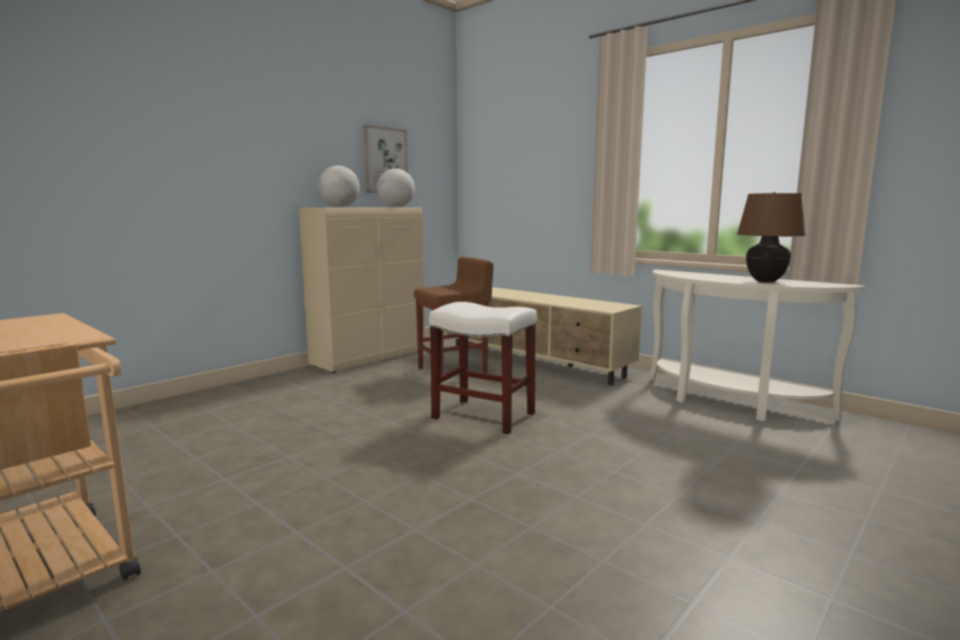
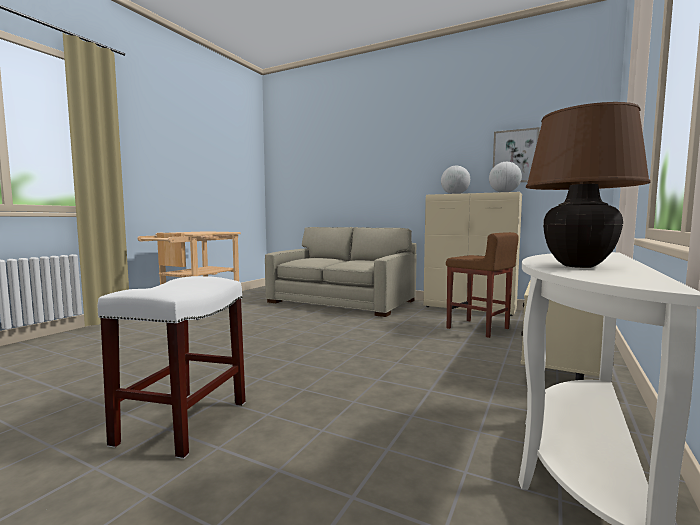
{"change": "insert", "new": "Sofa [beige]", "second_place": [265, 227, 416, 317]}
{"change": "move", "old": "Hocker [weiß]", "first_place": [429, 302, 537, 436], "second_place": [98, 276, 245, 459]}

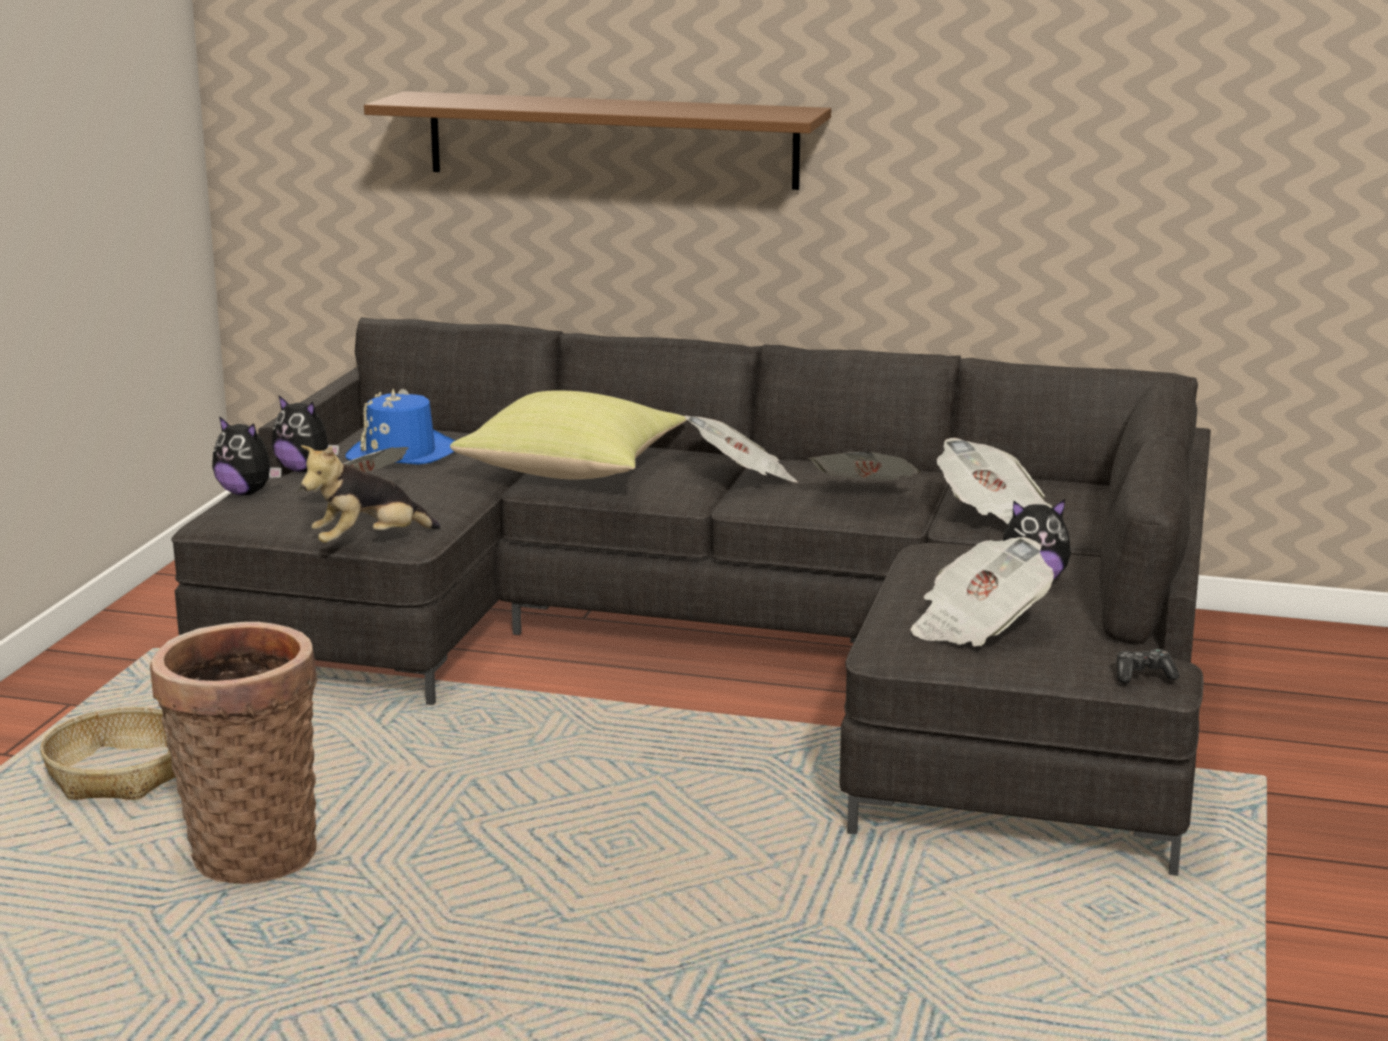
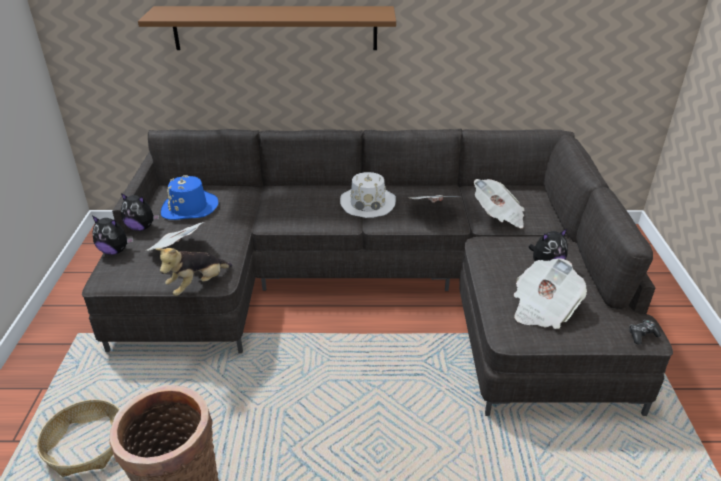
{"change": "delete", "old": "Kissen [gelb]", "first_place": [450, 391, 687, 479]}
{"change": "replace", "old": "Zeitung", "new": "Hut [weiß]", "first_place": [684, 416, 798, 482], "second_place": [340, 172, 396, 218]}

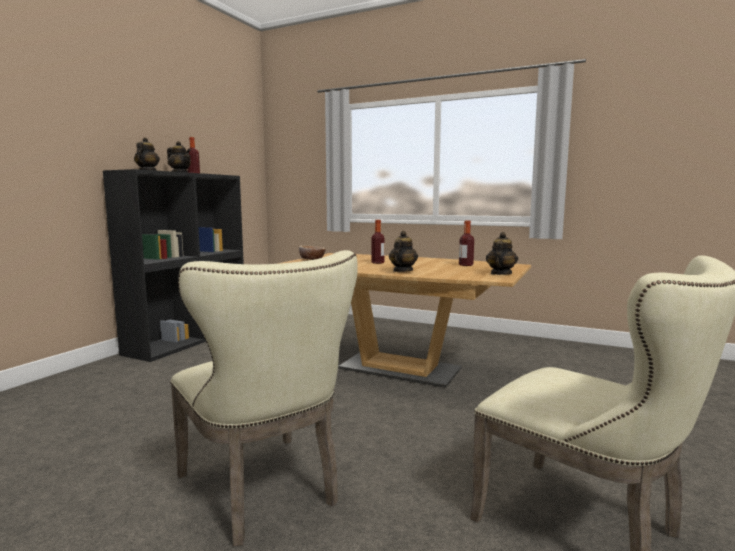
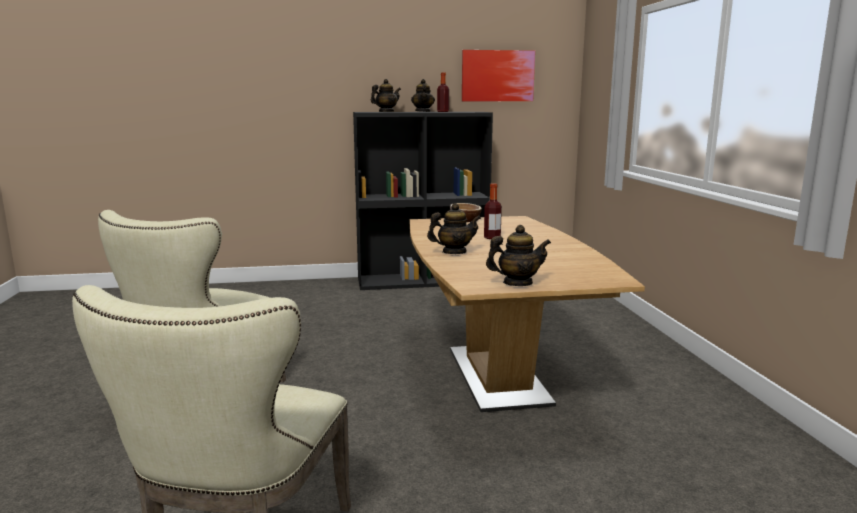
{"change": "delete", "old": "Flasche", "first_place": [459, 220, 474, 266]}
{"change": "insert", "new": "Bild", "second_place": [462, 50, 535, 101]}

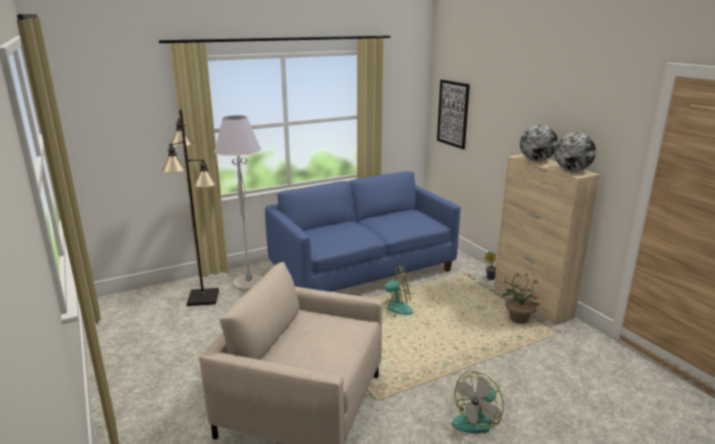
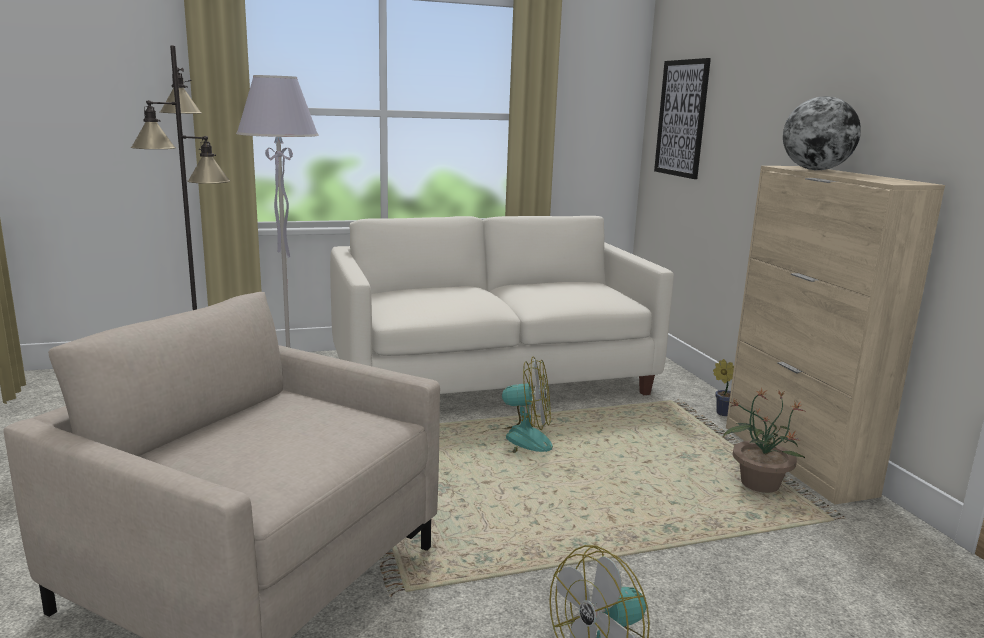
{"change": "delete", "old": "Globus", "first_place": [554, 133, 596, 172]}
{"change": "recolor", "old": "Sofa [blau]", "new": "Sofa [weiß]", "first_place": [265, 171, 460, 292], "second_place": [330, 216, 674, 395]}

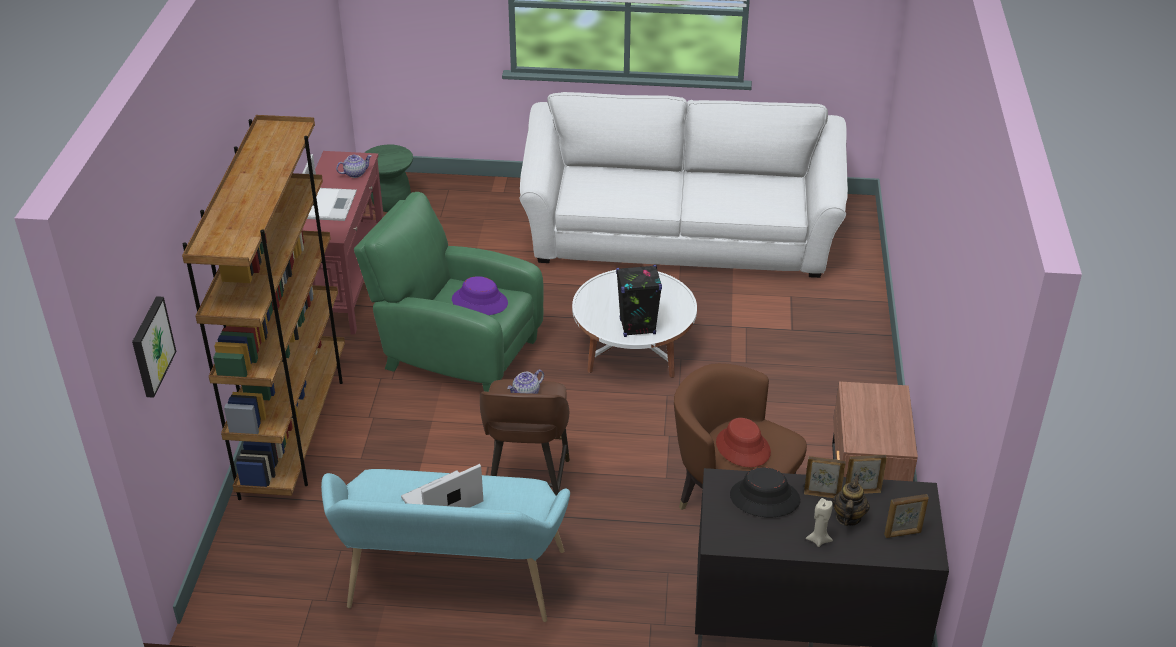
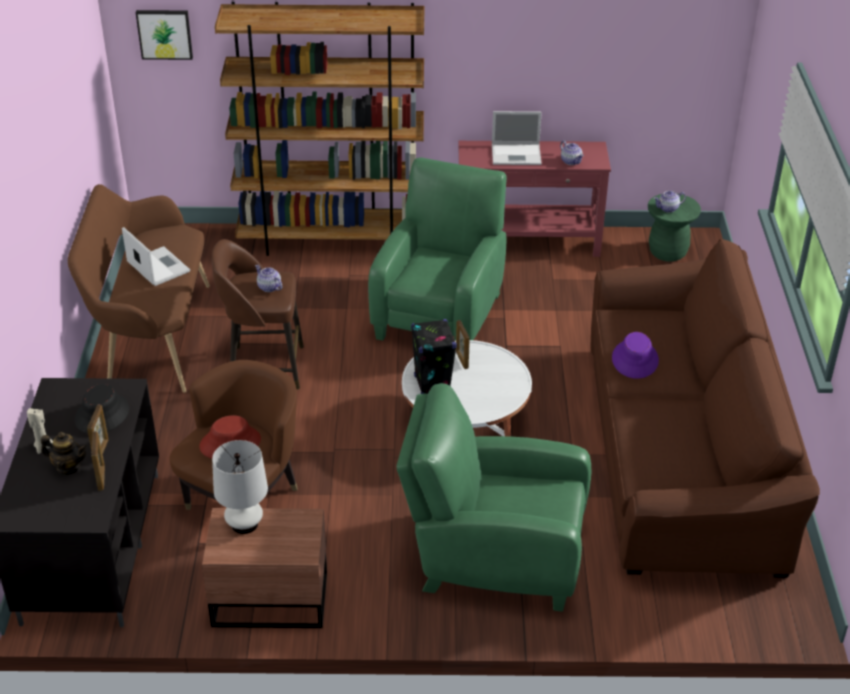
{"change": "insert", "new": "Tischlampe [weiß]", "second_place": [212, 440, 268, 534]}
{"change": "insert", "new": "Sessel [grün]", "second_place": [396, 383, 591, 612]}
{"change": "insert", "new": "Teekanne", "second_place": [654, 191, 686, 213]}
{"change": "move", "old": "Hut [lila]", "first_place": [452, 276, 508, 315], "second_place": [612, 332, 659, 379]}
{"change": "move", "old": "Bilderrahmen", "first_place": [884, 494, 929, 538], "second_place": [456, 320, 470, 369]}
{"change": "recolor", "old": "Bank [türkis]", "new": "Bank [braun]", "first_place": [321, 469, 570, 622], "second_place": [68, 184, 210, 393]}
{"change": "recolor", "old": "Sofa [weiß]", "new": "Sofa [braun]", "first_place": [520, 92, 848, 278], "second_place": [591, 239, 820, 578]}

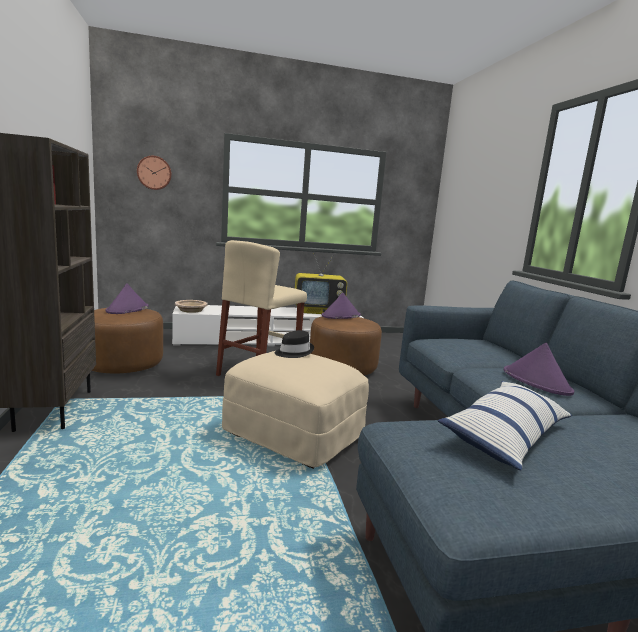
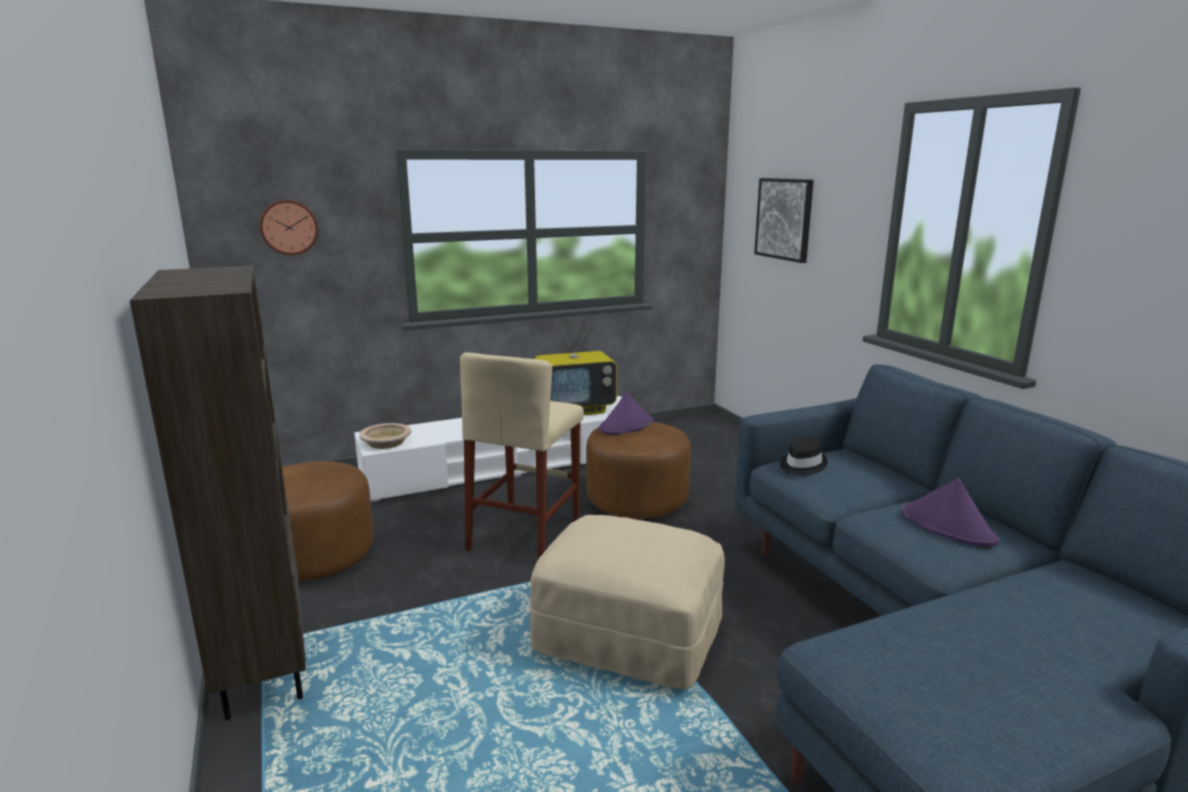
{"change": "delete", "old": "Hut [lila]", "first_place": [106, 283, 148, 314]}
{"change": "delete", "old": "Kissen", "first_place": [438, 381, 572, 470]}
{"change": "insert", "new": "Bild", "second_place": [754, 178, 814, 263]}
{"change": "move", "old": "Hut [schwarz]", "first_place": [275, 330, 314, 358], "second_place": [780, 436, 828, 475]}

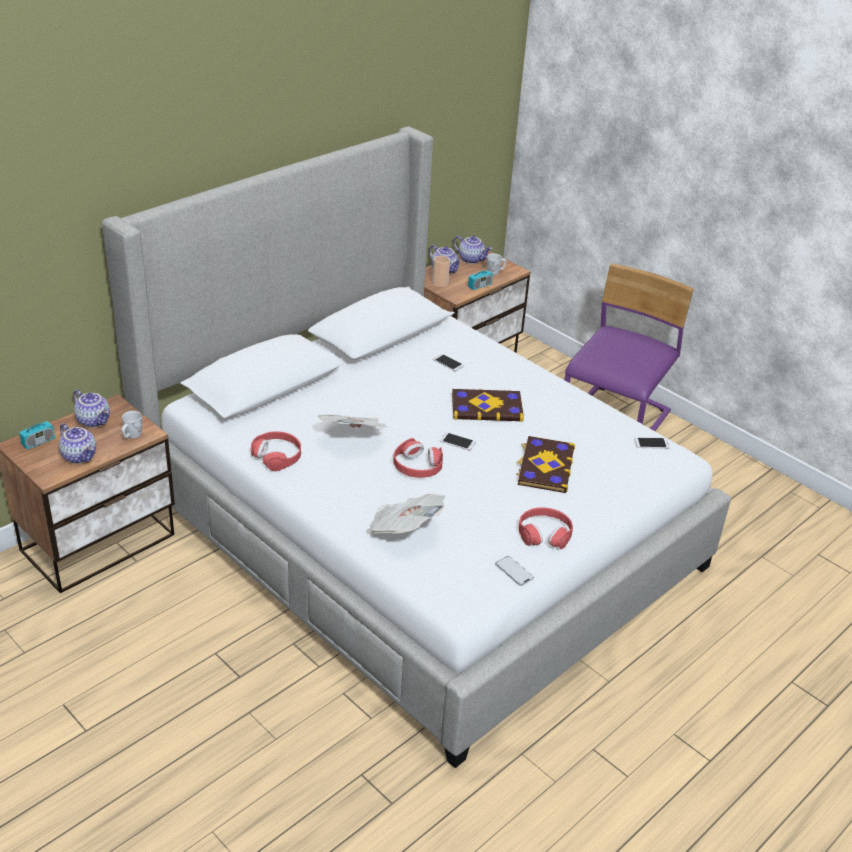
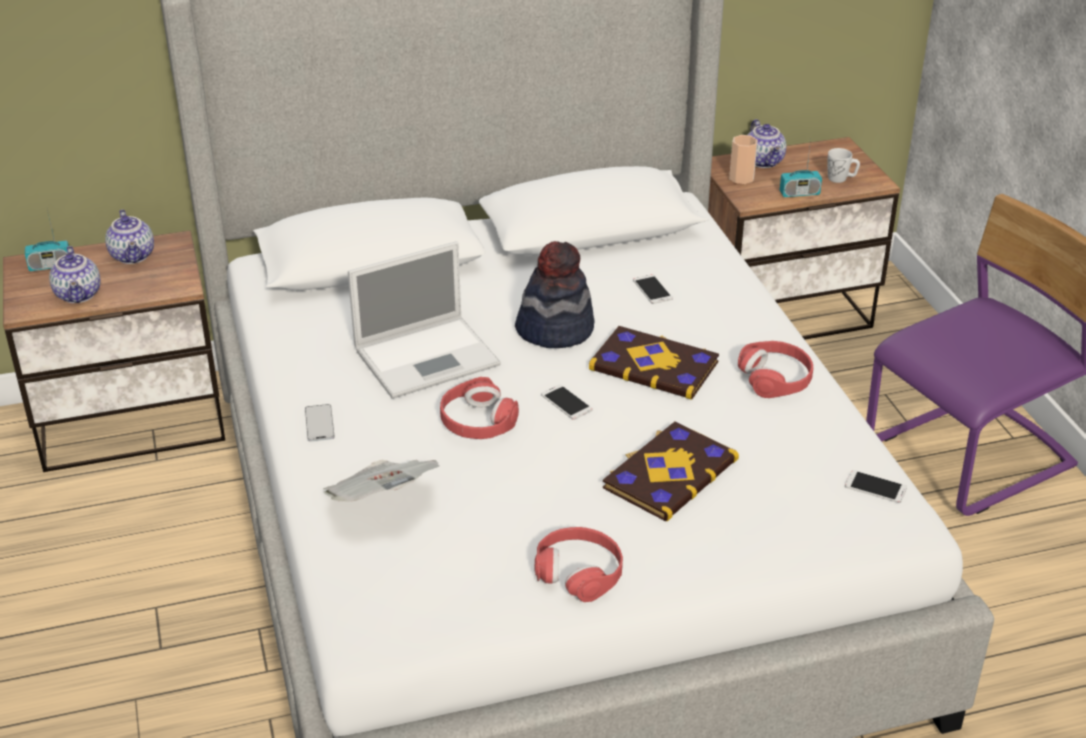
{"change": "delete", "old": "Henkelbecher [weiß]", "first_place": [122, 411, 142, 439]}
{"change": "delete", "old": "Teekanne", "first_place": [453, 236, 492, 264]}
{"change": "insert", "new": "Hut", "second_place": [515, 241, 595, 348]}
{"change": "move", "old": "Kopfhörer [rot]", "first_place": [251, 431, 301, 471], "second_place": [738, 341, 813, 398]}
{"change": "move", "old": "Handy", "first_place": [495, 556, 534, 586], "second_place": [305, 404, 335, 442]}
{"change": "replace", "old": "Zeitung", "new": "Laptop", "first_place": [318, 415, 387, 428], "second_place": [348, 241, 501, 399]}

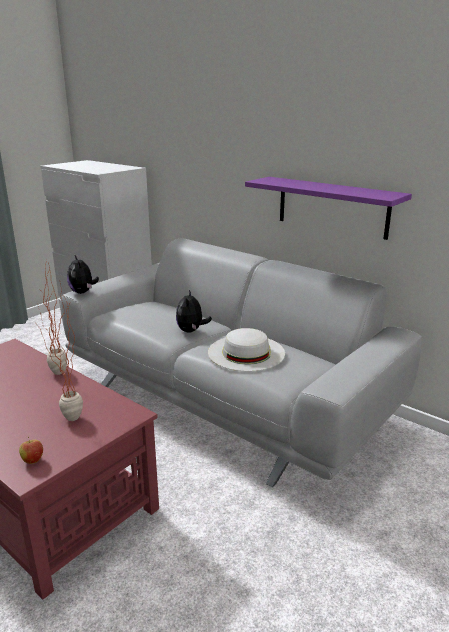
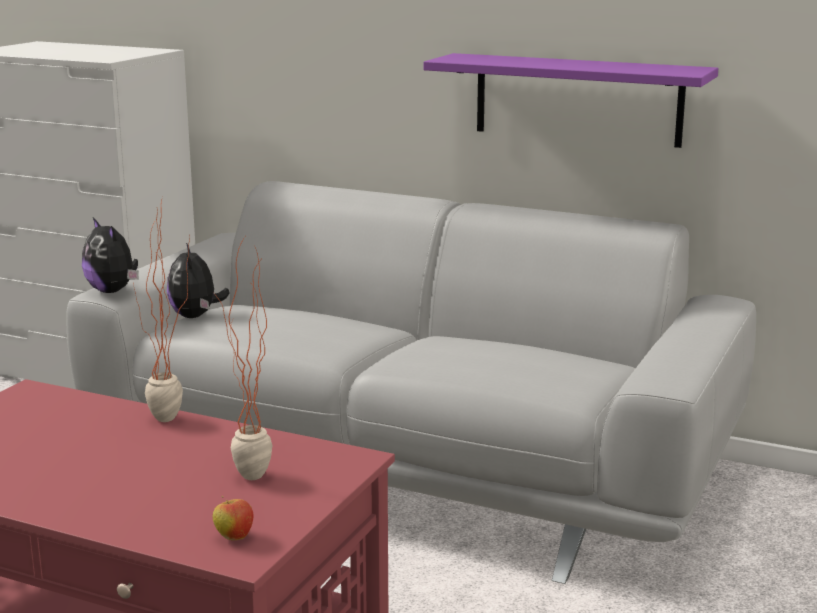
{"change": "delete", "old": "Hut [weiß]", "first_place": [208, 328, 285, 371]}
{"change": "move", "old": "Plüschtier", "first_place": [176, 290, 212, 333], "second_place": [167, 243, 229, 318]}

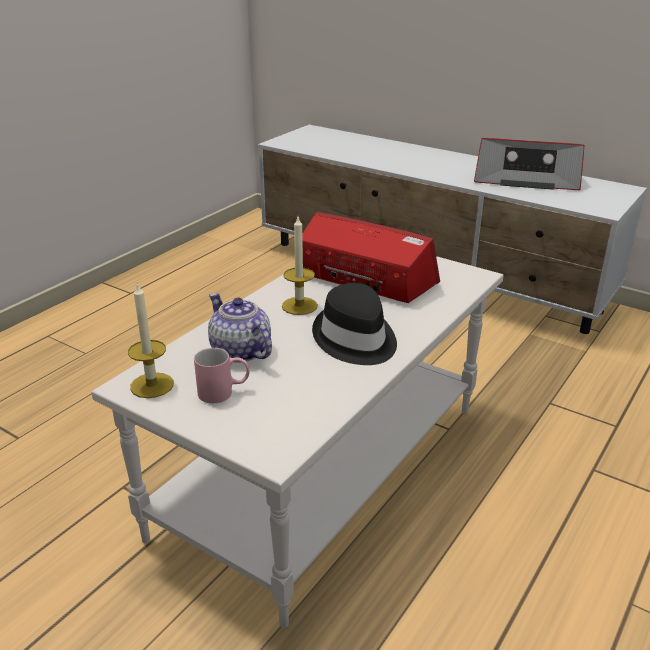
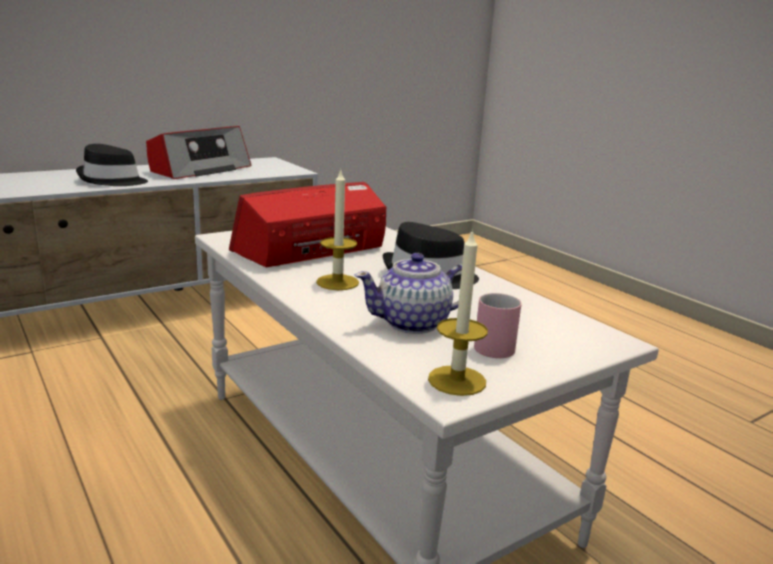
{"change": "insert", "new": "Hut [schwarz]", "second_place": [76, 144, 148, 186]}

